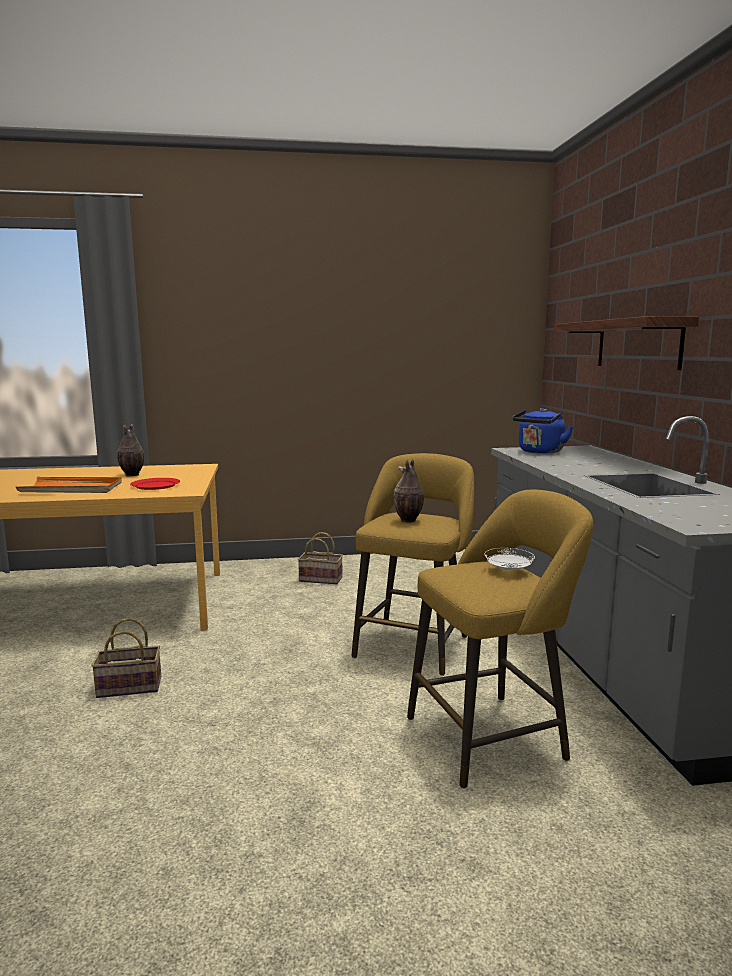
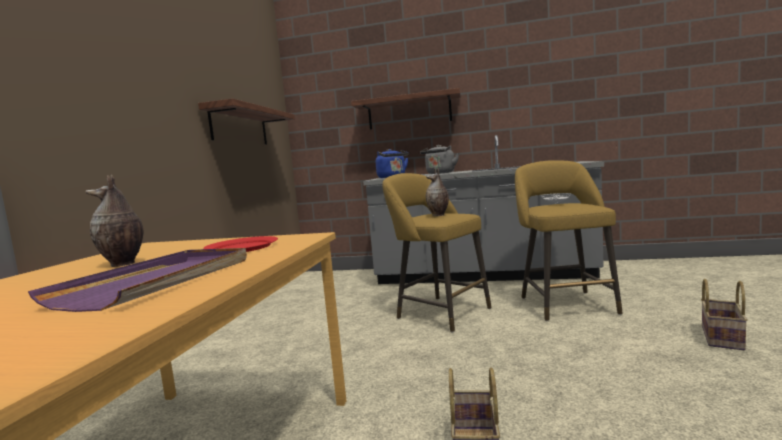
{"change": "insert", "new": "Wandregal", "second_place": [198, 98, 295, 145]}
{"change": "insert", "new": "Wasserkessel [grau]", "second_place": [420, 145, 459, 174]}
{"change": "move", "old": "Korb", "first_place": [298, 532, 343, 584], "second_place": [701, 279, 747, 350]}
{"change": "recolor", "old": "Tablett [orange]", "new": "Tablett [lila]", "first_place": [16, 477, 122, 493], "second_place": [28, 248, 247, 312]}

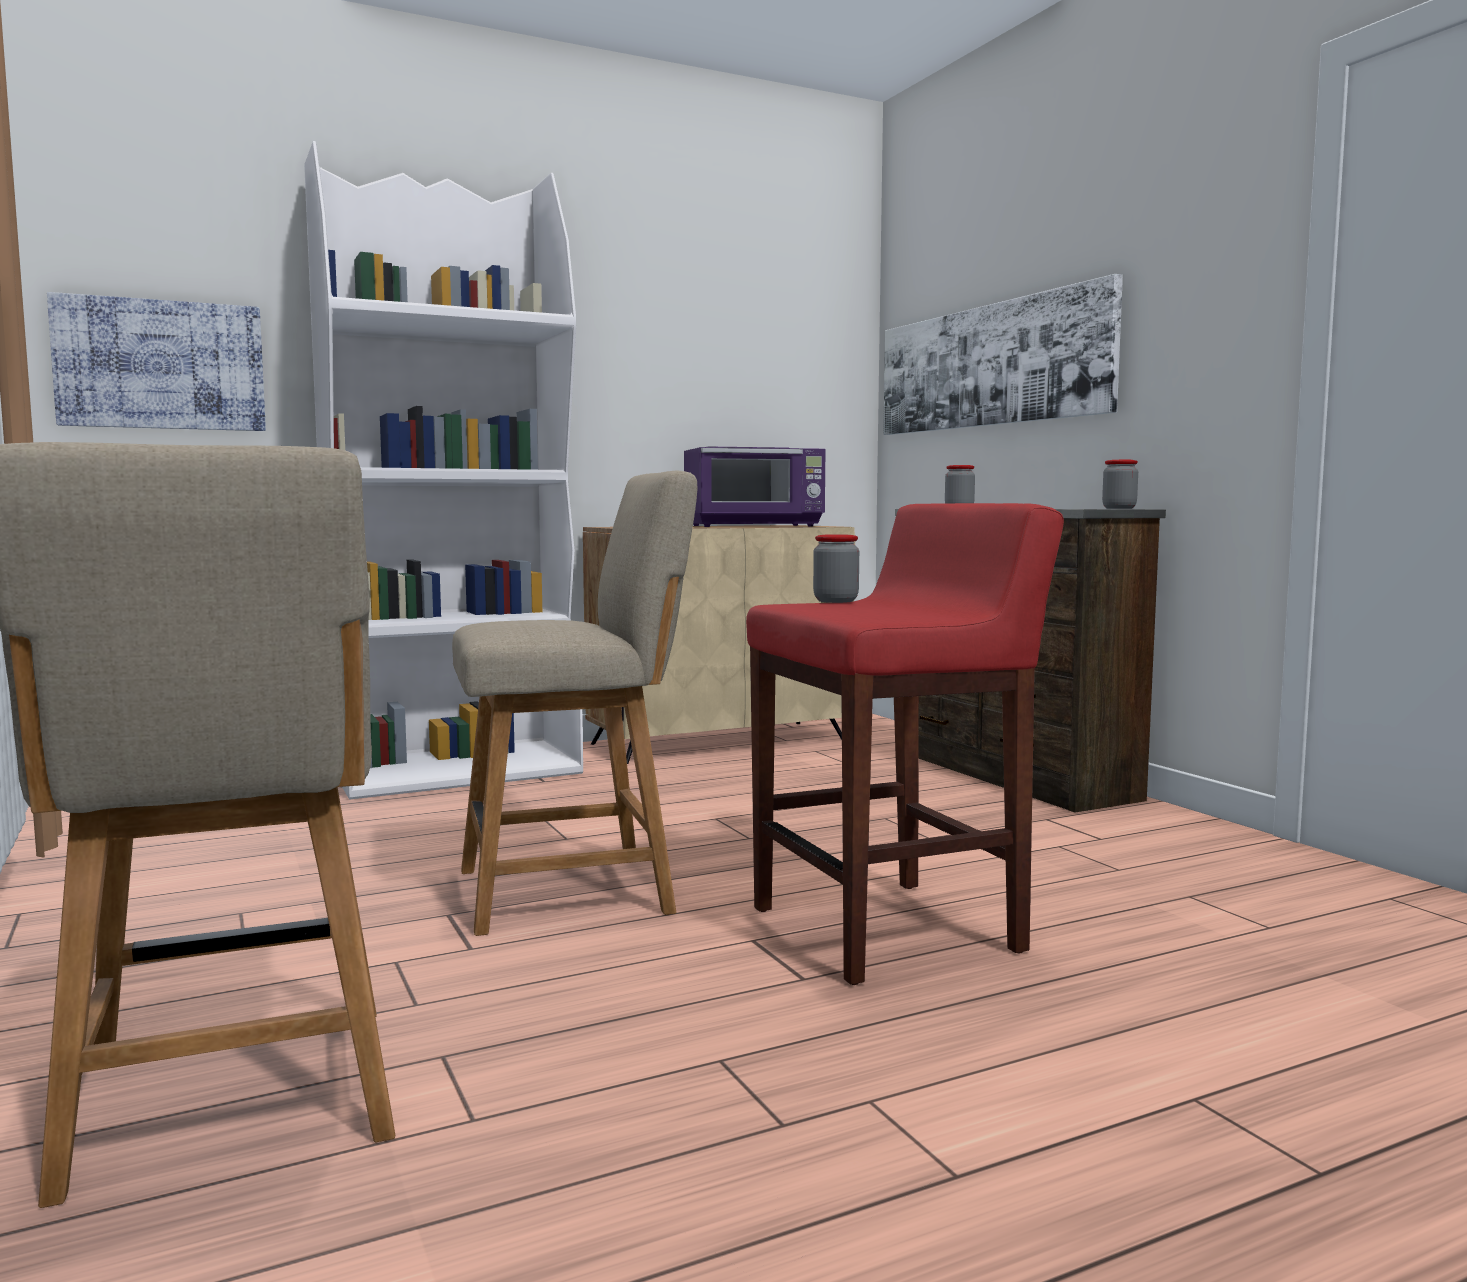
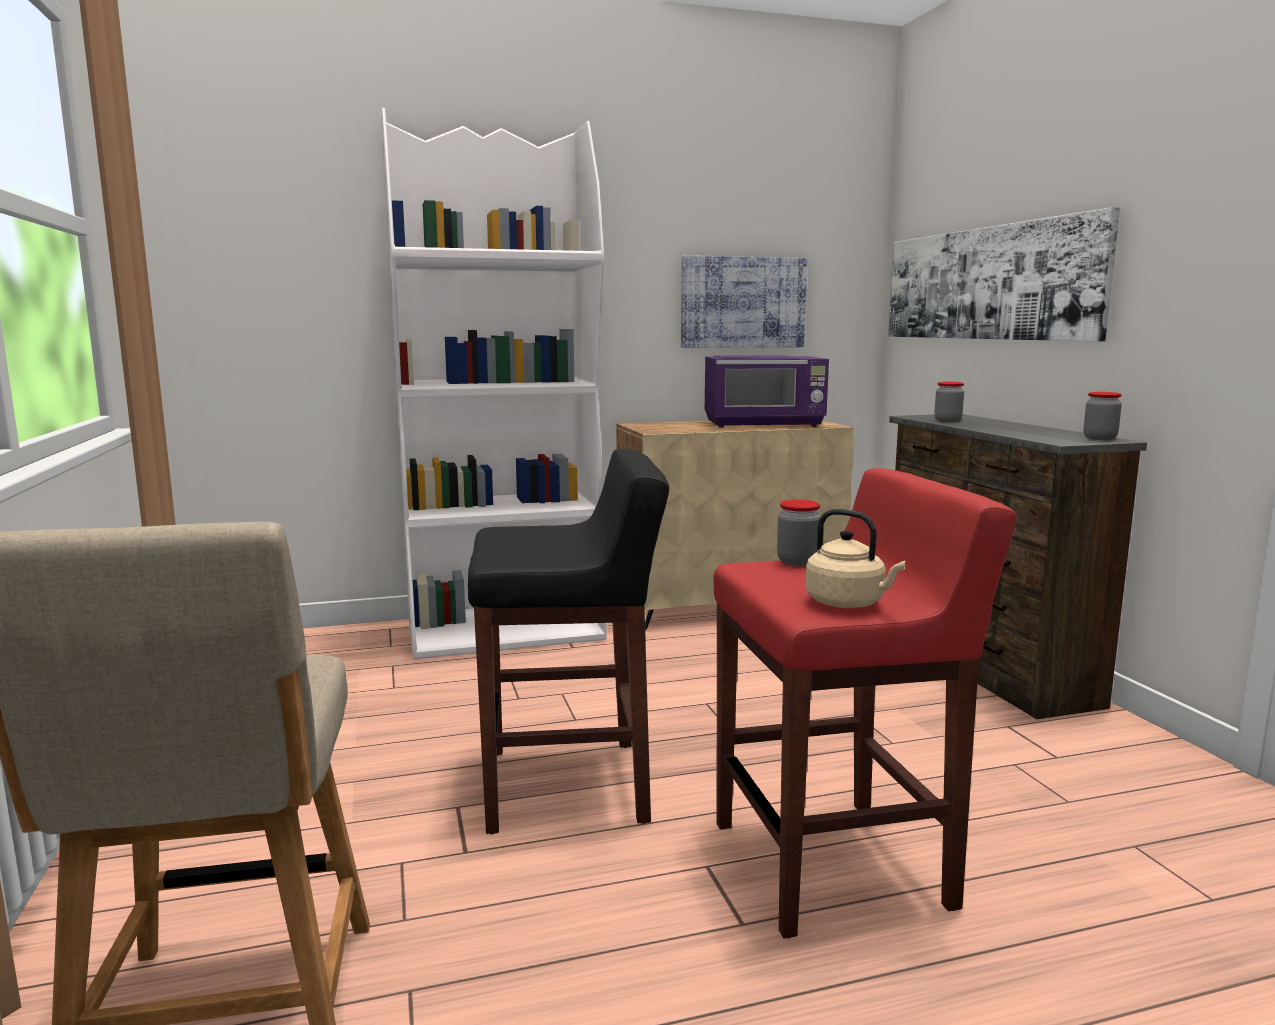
{"change": "insert", "new": "Wasserkessel [beige]", "second_place": [805, 509, 906, 608]}
{"change": "move", "old": "Bild", "first_place": [47, 292, 266, 431], "second_place": [681, 255, 808, 348]}
{"change": "replace", "old": "Stuhl [beige]", "new": "Hocker [schwarz]", "first_place": [452, 471, 698, 936], "second_place": [468, 448, 669, 834]}

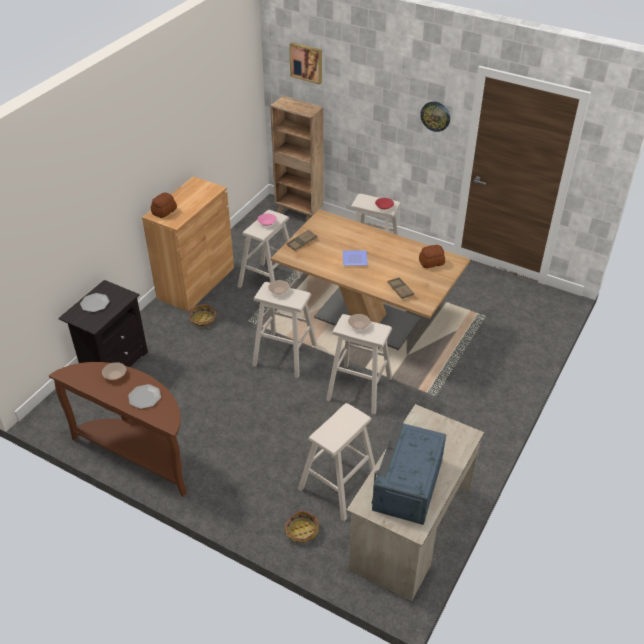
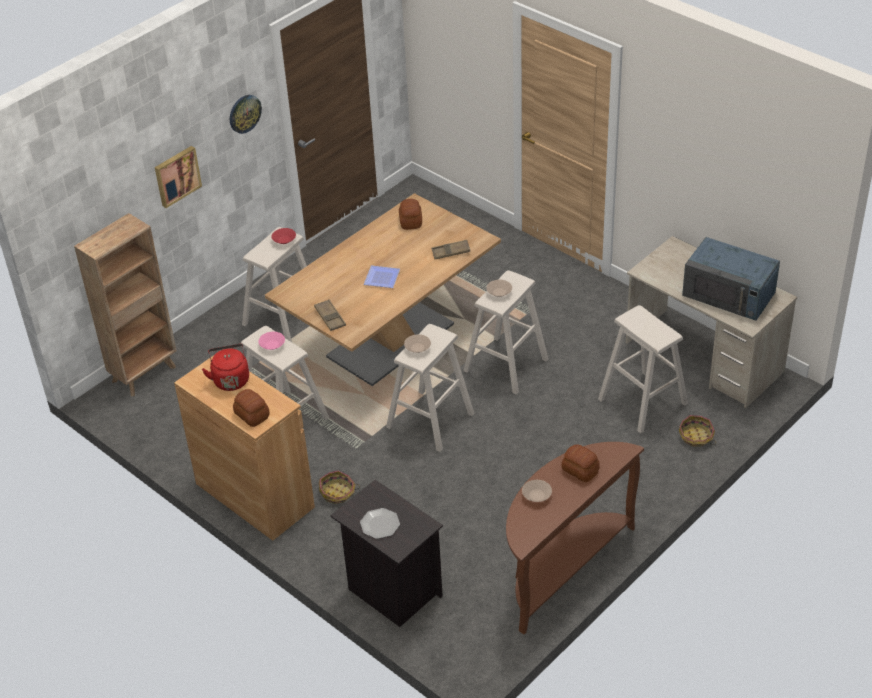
{"change": "insert", "new": "Wasserkessel [rot]", "second_place": [202, 344, 249, 391]}
{"change": "move", "old": "Bild", "first_place": [289, 42, 322, 85], "second_place": [155, 146, 202, 208]}
{"change": "replace", "old": "Teller", "new": "Brot", "first_place": [128, 384, 161, 409], "second_place": [561, 444, 600, 482]}

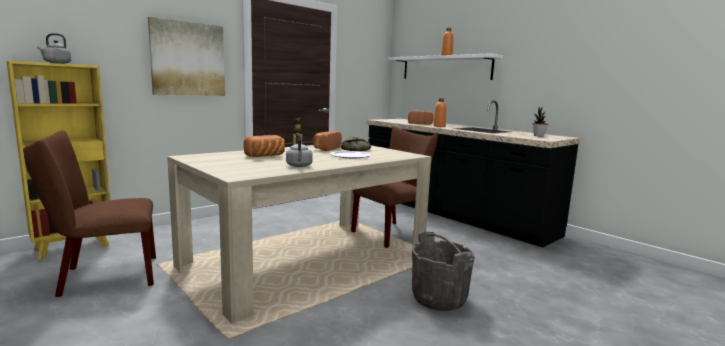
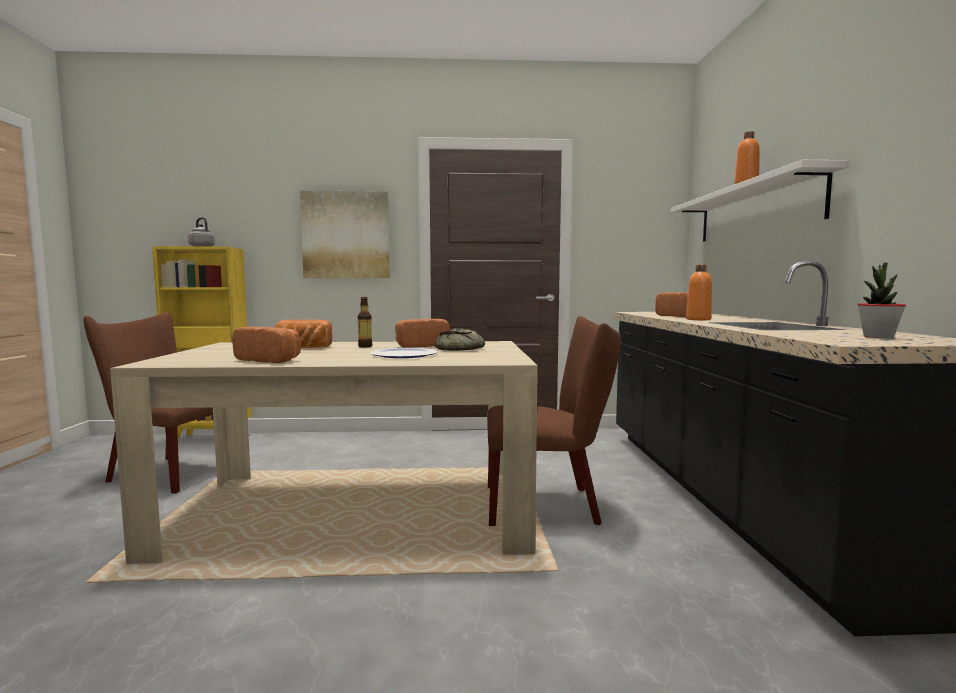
{"change": "delete", "old": "Eimer [grau]", "first_place": [412, 232, 475, 311]}
{"change": "replace", "old": "Wasserkessel [grau]", "new": "Brot", "first_place": [286, 133, 313, 167], "second_place": [232, 327, 301, 363]}

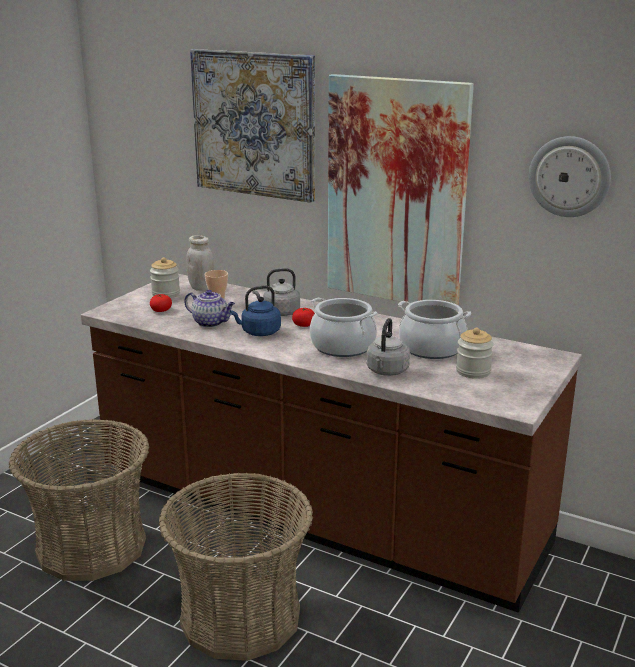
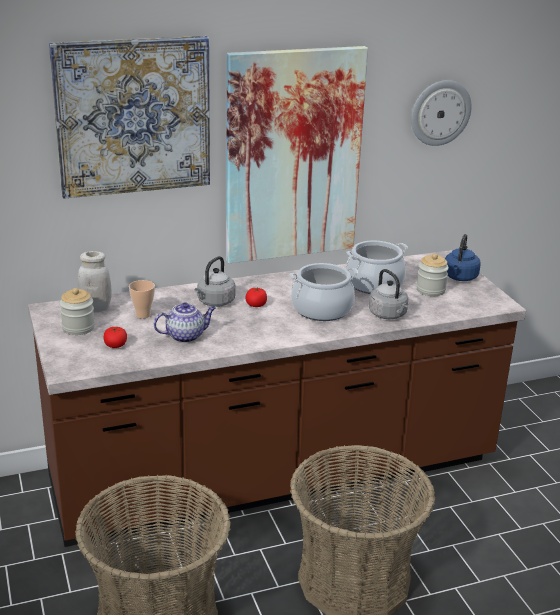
{"change": "move", "old": "Wasserkessel [blau]", "first_place": [230, 285, 281, 336], "second_place": [445, 234, 481, 281]}

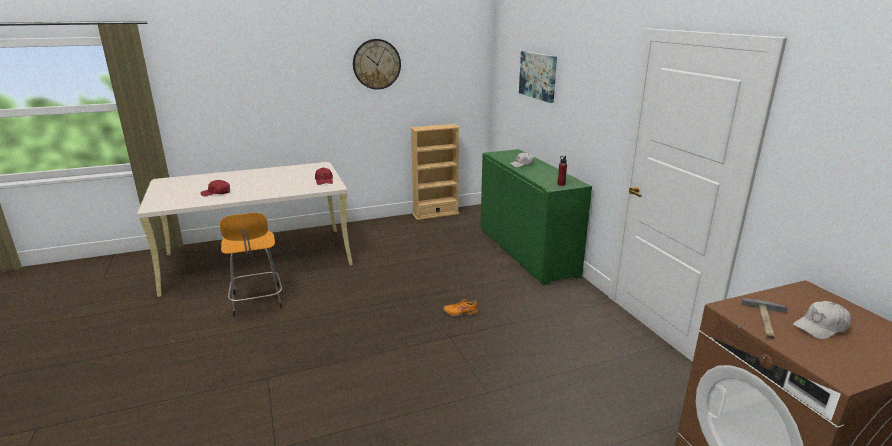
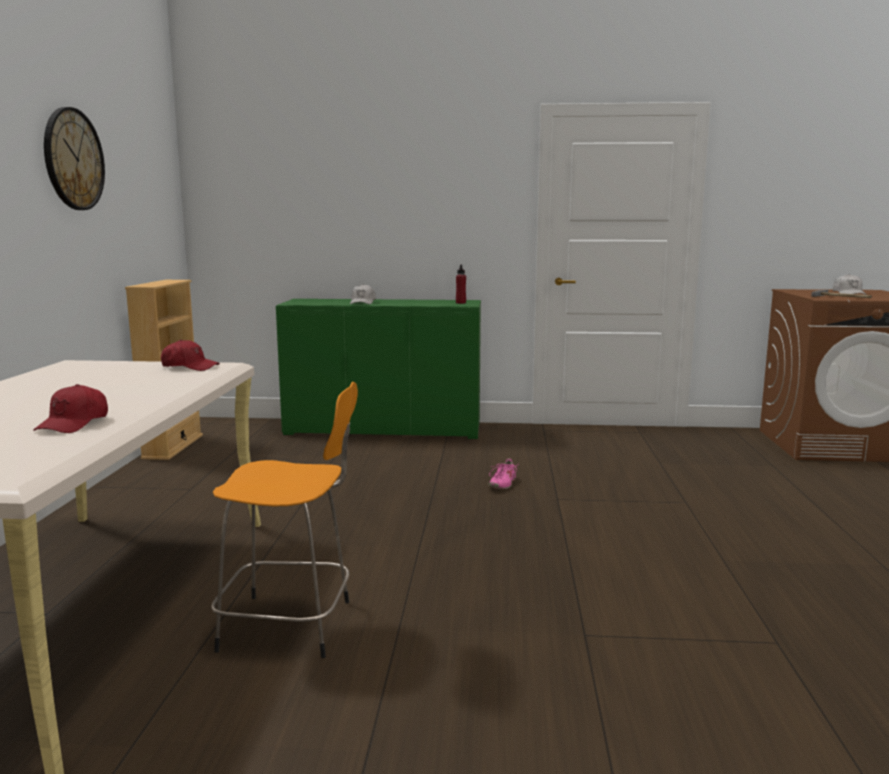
{"change": "delete", "old": "Bild", "first_place": [519, 51, 557, 103]}
{"change": "recolor", "old": "Schuh [orange]", "new": "Schuh [rosa]", "first_place": [443, 299, 478, 317], "second_place": [489, 458, 518, 489]}

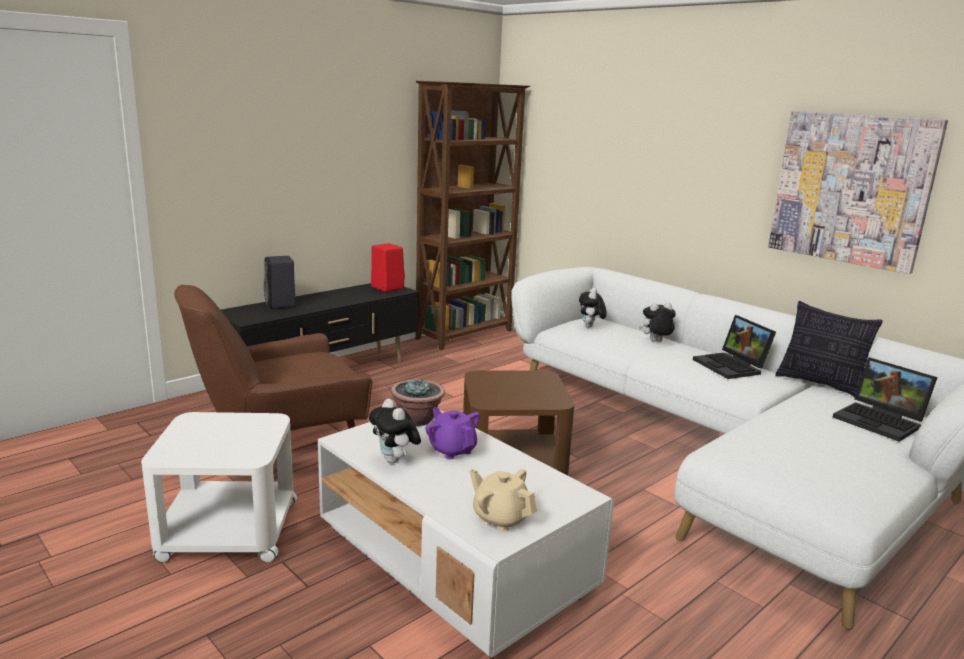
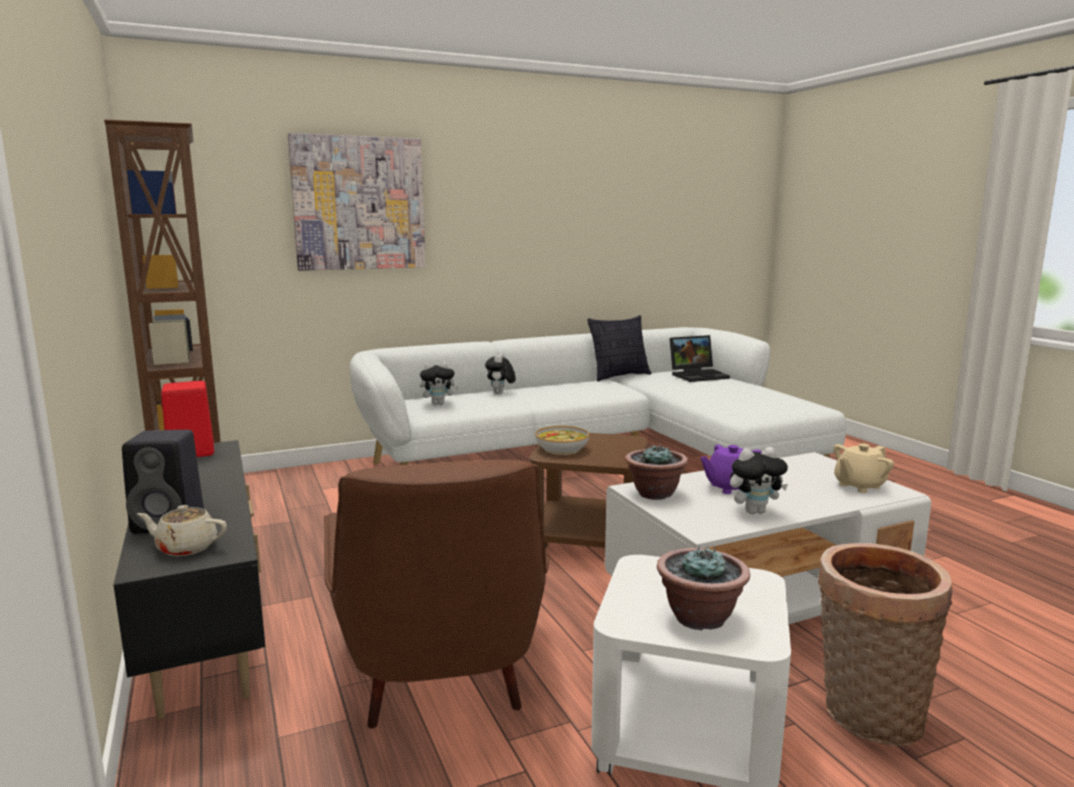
{"change": "delete", "old": "Laptop", "first_place": [693, 315, 776, 379]}
{"change": "insert", "new": "Teekanne [beige]", "second_place": [137, 505, 227, 556]}
{"change": "insert", "new": "Schüssel", "second_place": [535, 426, 589, 455]}
{"change": "insert", "new": "Topfpflanze", "second_place": [657, 545, 750, 630]}
{"change": "insert", "new": "Korb", "second_place": [818, 543, 952, 746]}
{"change": "move", "old": "Bild", "first_place": [768, 111, 948, 274], "second_place": [288, 133, 425, 271]}
{"change": "rotate", "old": "Plüschtier", "first_place": [579, 287, 607, 328], "second_place": [420, 362, 459, 405], "degrees": -45}

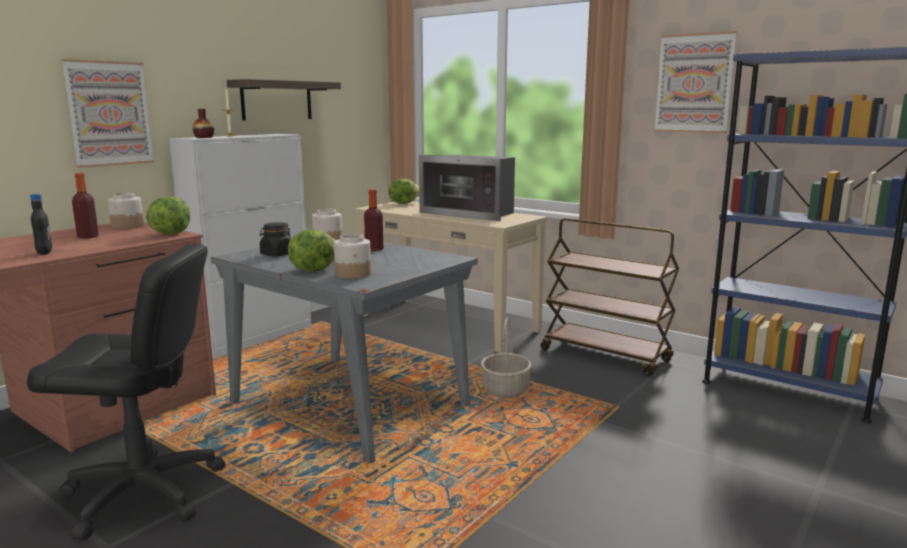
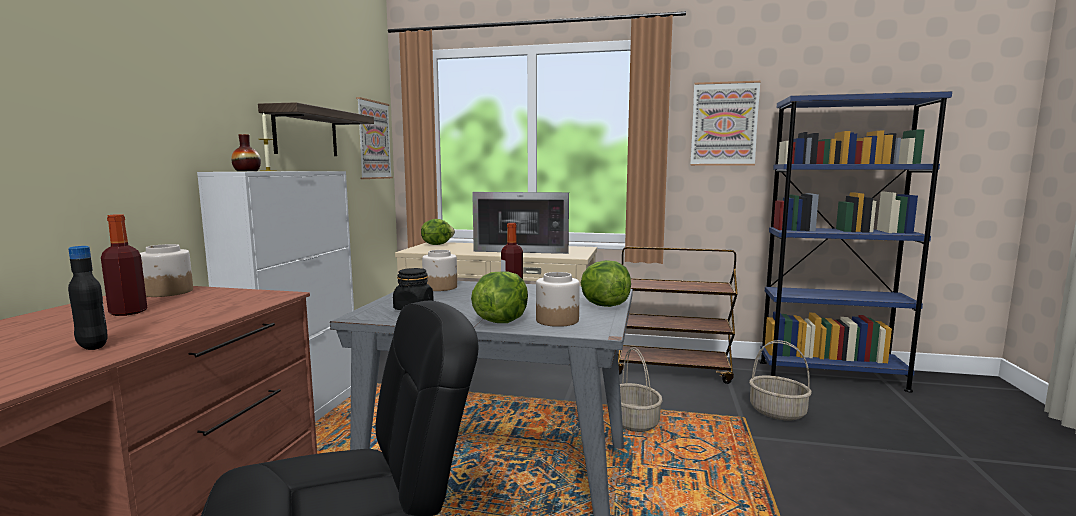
{"change": "insert", "new": "Korb", "second_place": [749, 340, 812, 420]}
{"change": "move", "old": "Bild", "first_place": [61, 59, 154, 168], "second_place": [356, 97, 393, 179]}
{"change": "move", "old": "Salatkopf", "first_place": [146, 197, 190, 234], "second_place": [581, 260, 631, 307]}

